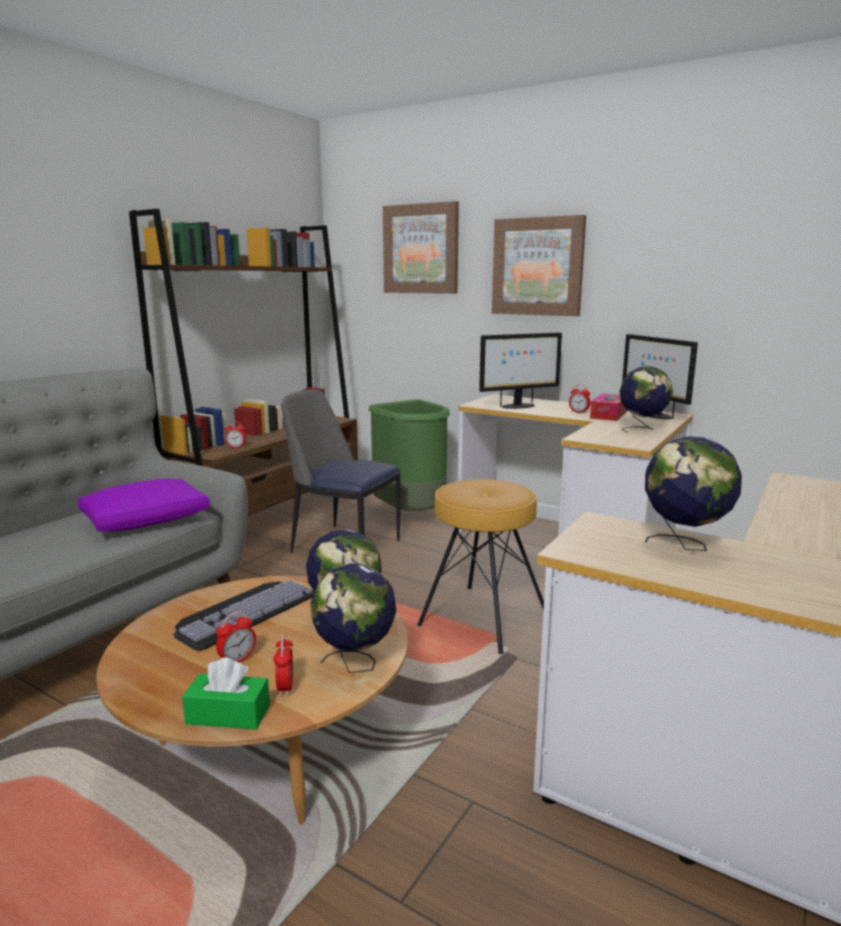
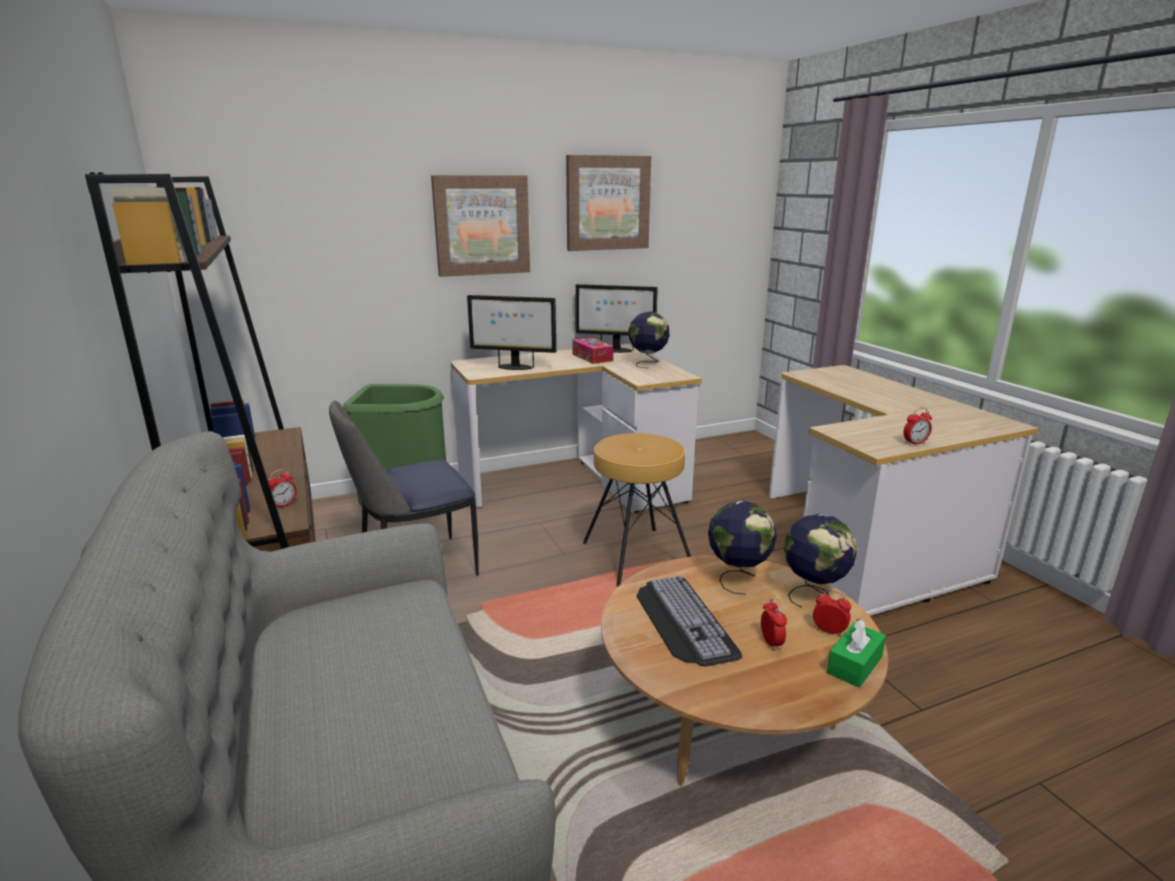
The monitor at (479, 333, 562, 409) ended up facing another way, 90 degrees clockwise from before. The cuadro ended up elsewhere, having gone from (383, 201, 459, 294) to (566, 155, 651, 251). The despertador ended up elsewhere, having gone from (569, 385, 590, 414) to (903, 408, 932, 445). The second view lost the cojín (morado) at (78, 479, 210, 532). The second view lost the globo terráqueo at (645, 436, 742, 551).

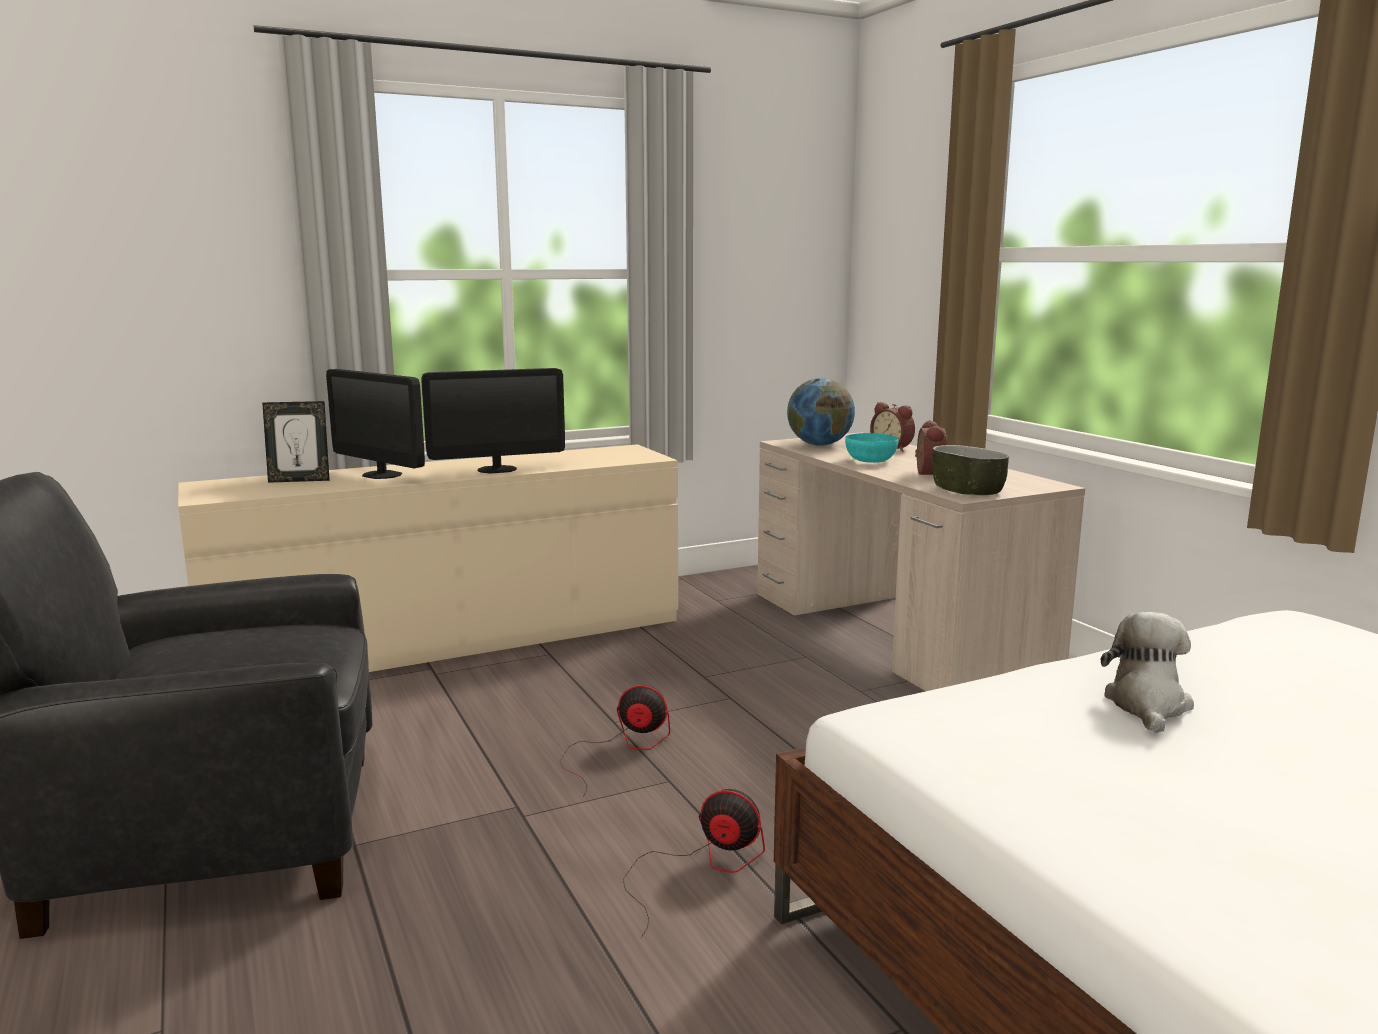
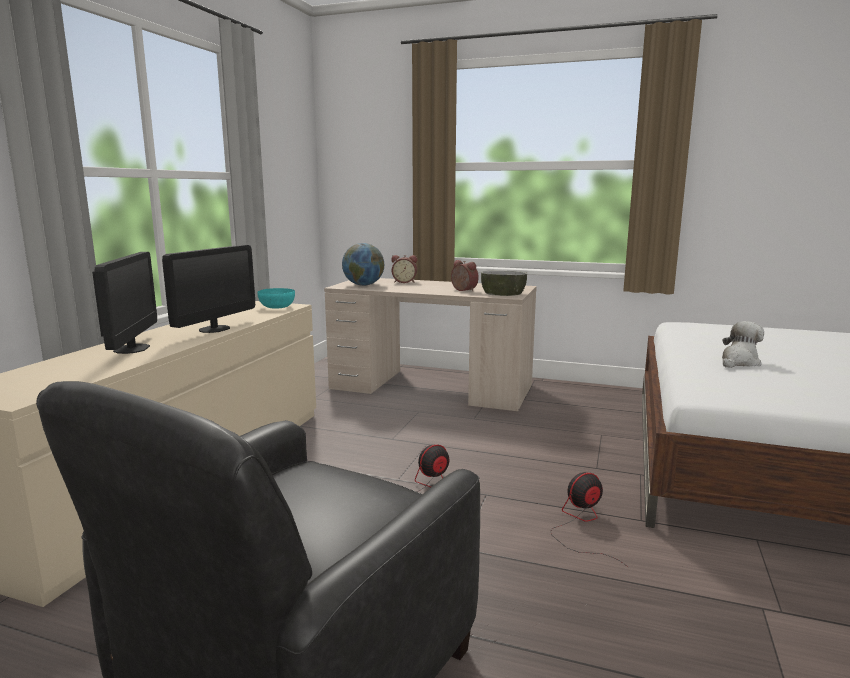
The monitor at (326, 369, 425, 479) ended up facing another way, 90 degrees counterclockwise from before. The cuenco (turquesa) ended up elsewhere, having gone from (845, 433, 898, 463) to (257, 288, 295, 309). The peluche at (1101, 612, 1194, 733) ended up facing another way, 75 degrees clockwise from before. The second view lost the portarretratos at (262, 401, 330, 483).

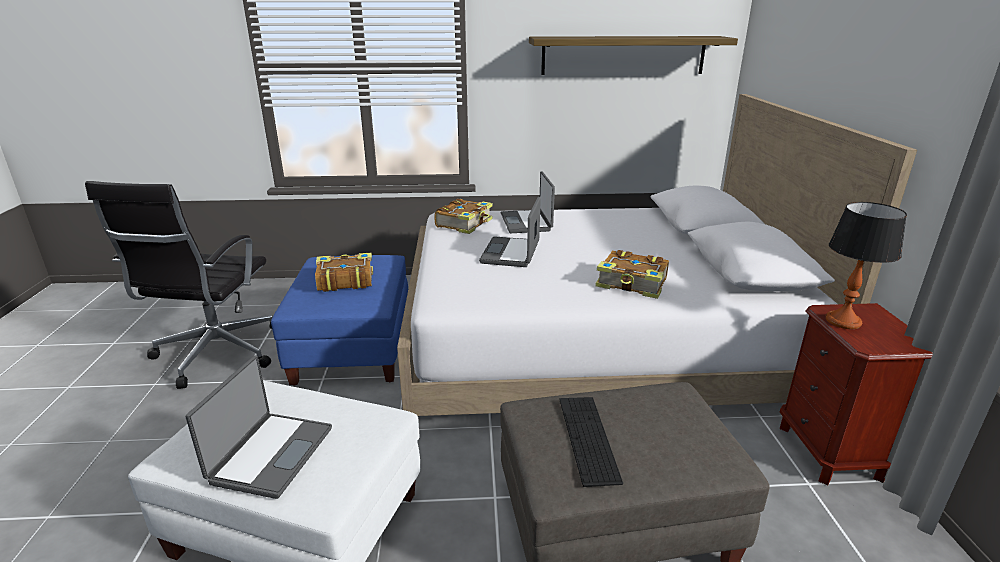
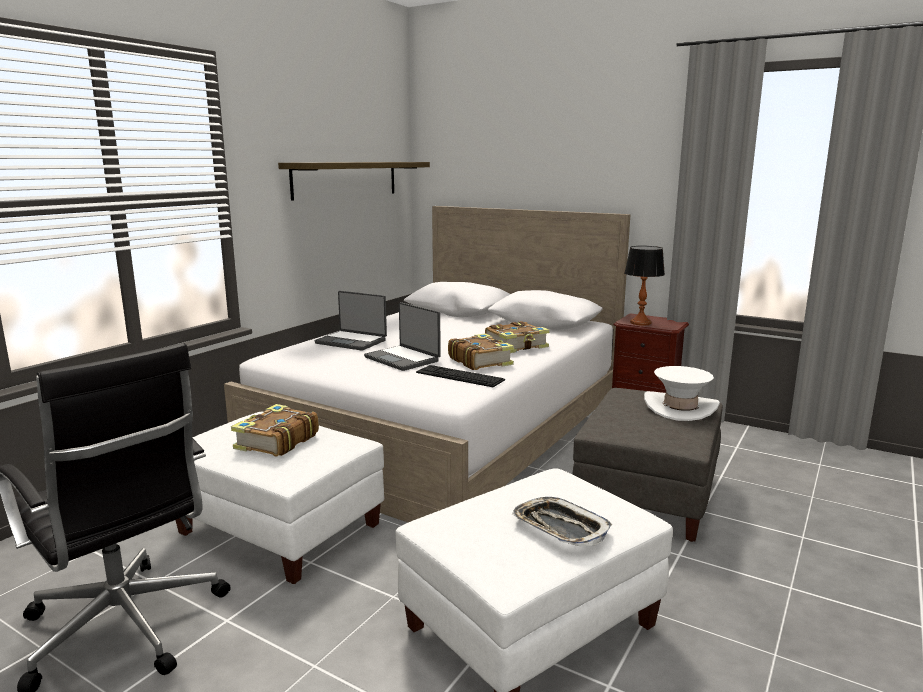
What was the puf (azul) at (271, 255, 408, 386) turned into the puf (blanco) at (176, 411, 384, 584). The teclado ended up elsewhere, having gone from (560, 397, 623, 487) to (416, 365, 505, 387). The libro ended up elsewhere, having gone from (434, 199, 493, 234) to (448, 333, 514, 370). Where the portátil stood at (186, 356, 332, 499), the bandeja came to stand at (512, 497, 612, 546). The second view gained the sombrero (blanco) at (644, 366, 720, 421).

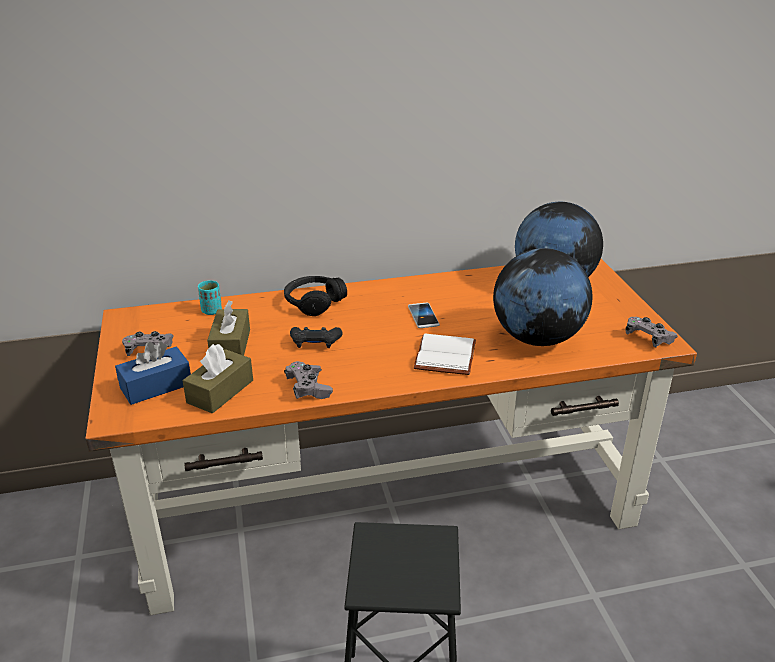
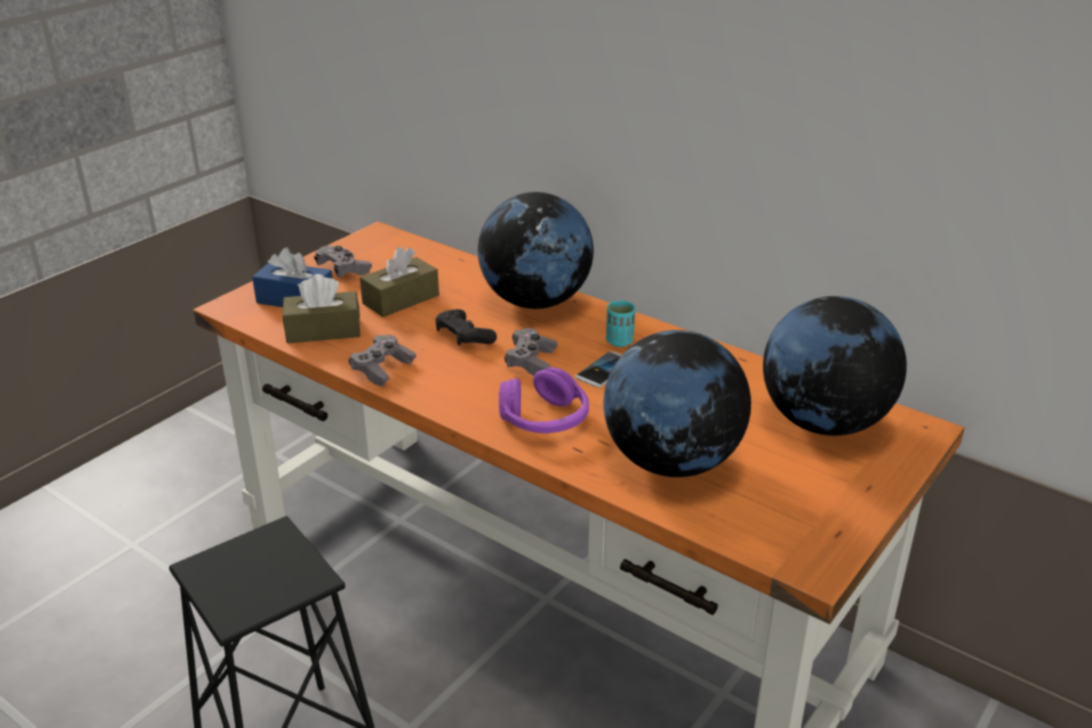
Where the auriculares (negro) stood at (284, 276, 347, 316), the globo terráqueo came to stand at (478, 192, 594, 309). Where the libro (blanco) stood at (414, 333, 476, 375), the auriculares (morado) came to stand at (499, 367, 589, 434). The mando de consola (gris) ended up elsewhere, having gone from (625, 317, 678, 347) to (504, 328, 558, 375). The taza (turquesa) ended up elsewhere, having gone from (198, 280, 222, 315) to (606, 300, 635, 347).

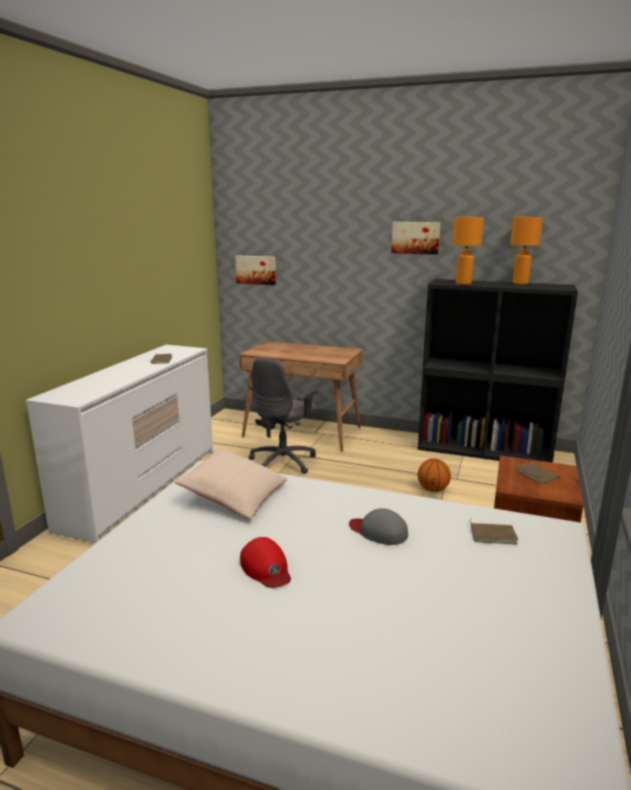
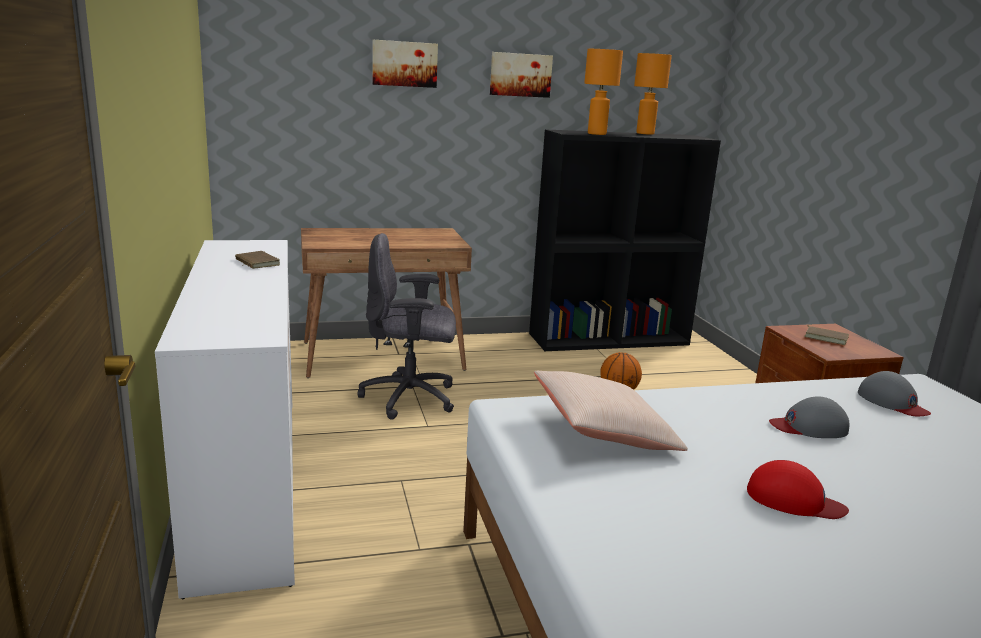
The silla de oficina (gris) at (249, 357, 318, 474) ended up facing another way, 90 degrees clockwise from before. The cuadro ended up elsewhere, having gone from (235, 255, 276, 285) to (372, 40, 438, 88). Where the libro (marrón) stood at (469, 519, 518, 545), the gorra (gris) came to stand at (858, 371, 931, 416).

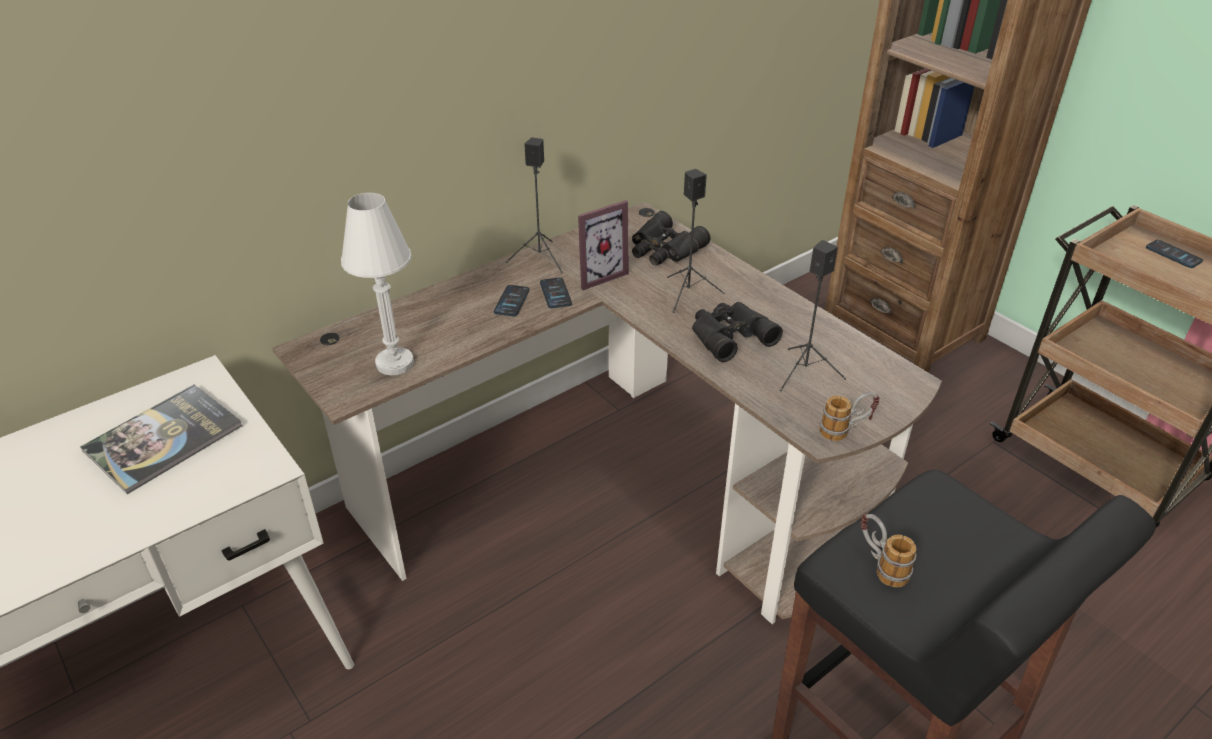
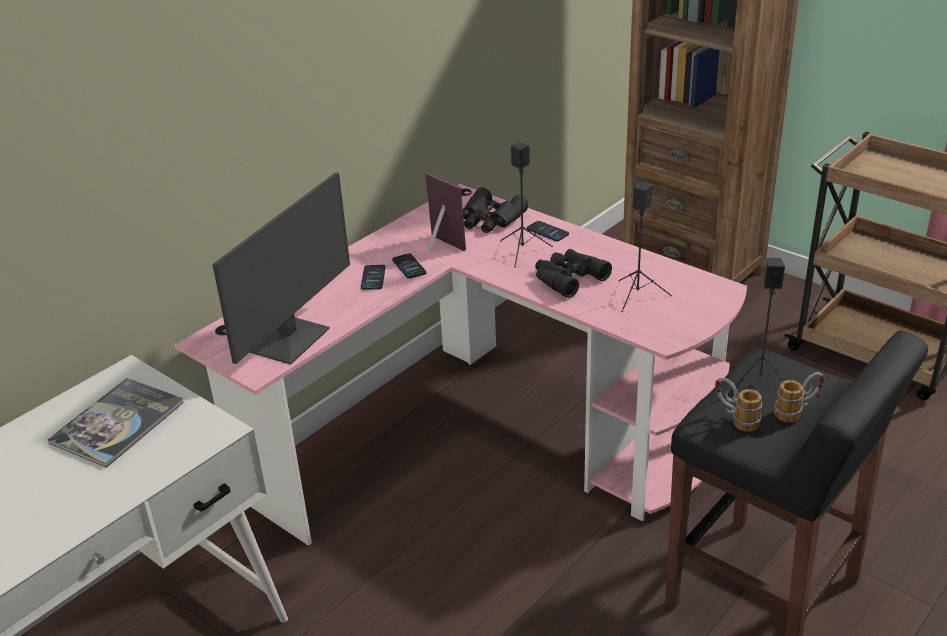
What was the escritorio (marrón) at (272, 202, 942, 624) turned into the escritorio (rosa) at (174, 184, 747, 546). Where the lámpara de mesa (blanco) stood at (341, 193, 414, 375), the monitor came to stand at (212, 172, 350, 365). The portarretratos at (578, 200, 628, 290) ended up facing another way, 90 degrees counterclockwise from before. The móvil ended up elsewhere, having gone from (1146, 240, 1203, 268) to (526, 221, 569, 241). The altavoz (negro) ended up elsewhere, having gone from (506, 137, 562, 273) to (728, 258, 785, 394). The taza grande ended up elsewhere, having gone from (819, 392, 880, 441) to (774, 372, 825, 422).

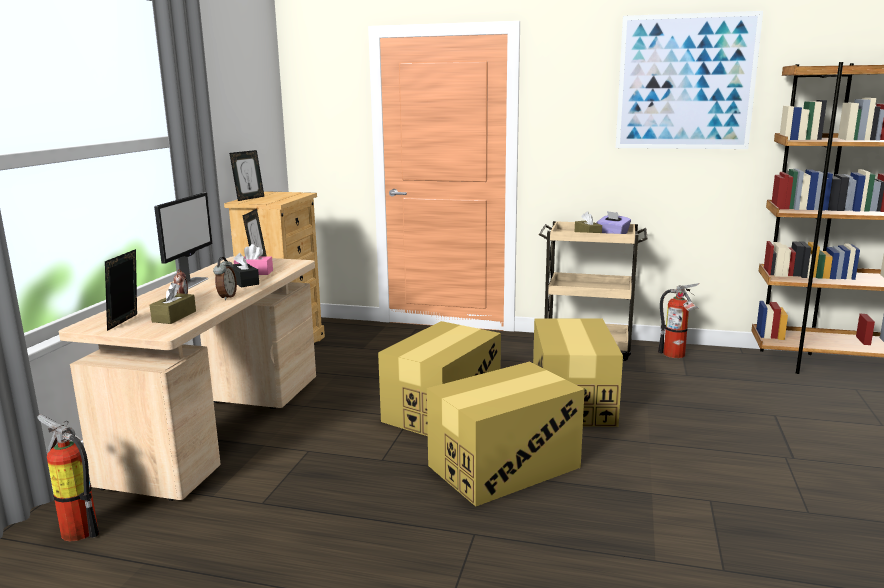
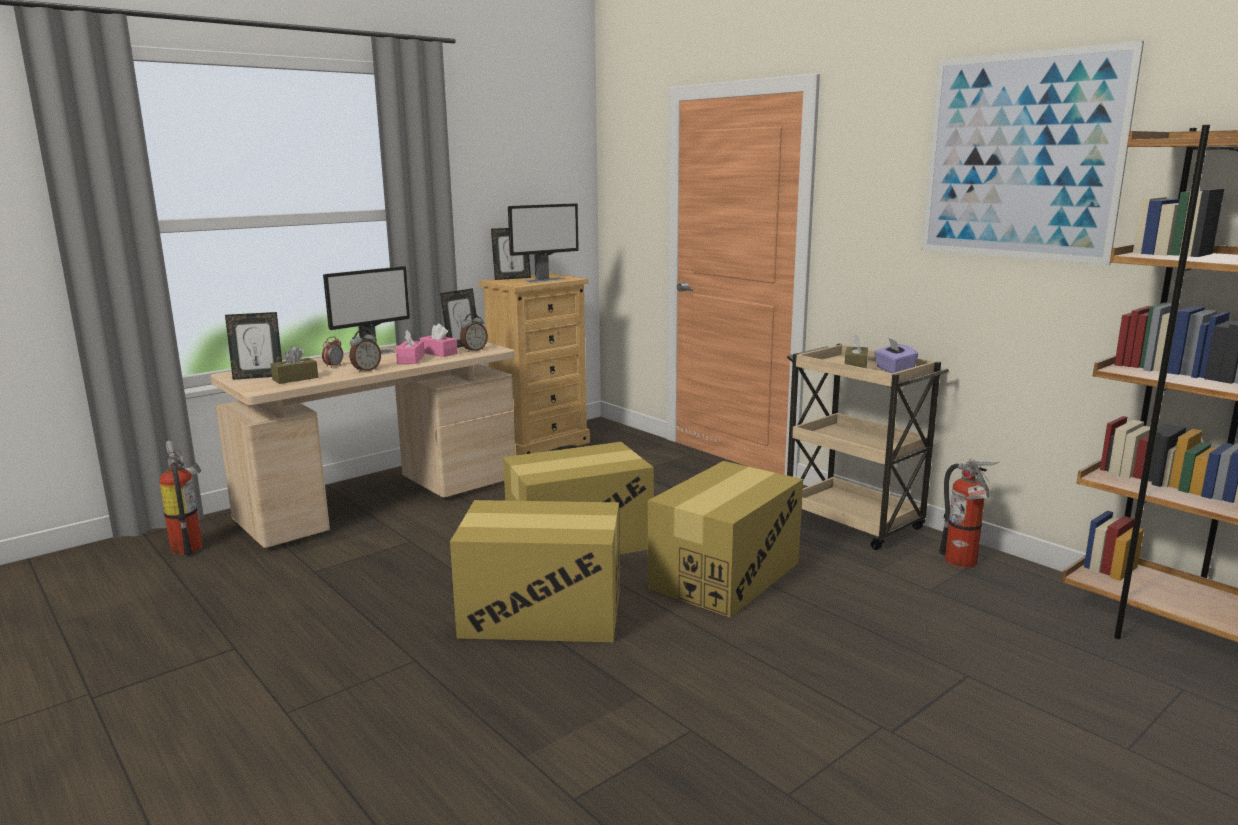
The portarretratos at (105, 249, 137, 331) ended up facing another way, 150 degrees counterclockwise from before. What was the caja de pañuelos (negro) at (232, 253, 259, 287) turned into the caja de pañuelos (rosa) at (396, 330, 424, 364). The second view gained the despertador at (460, 313, 488, 352). The second view gained the monitor at (508, 203, 579, 283).

